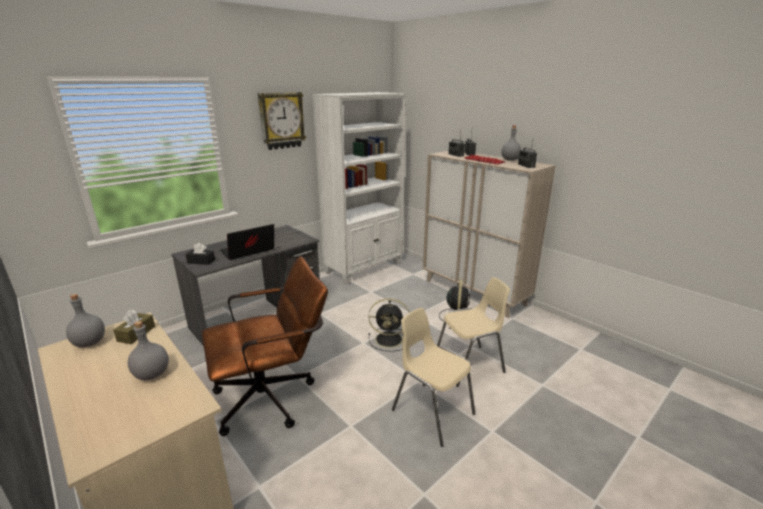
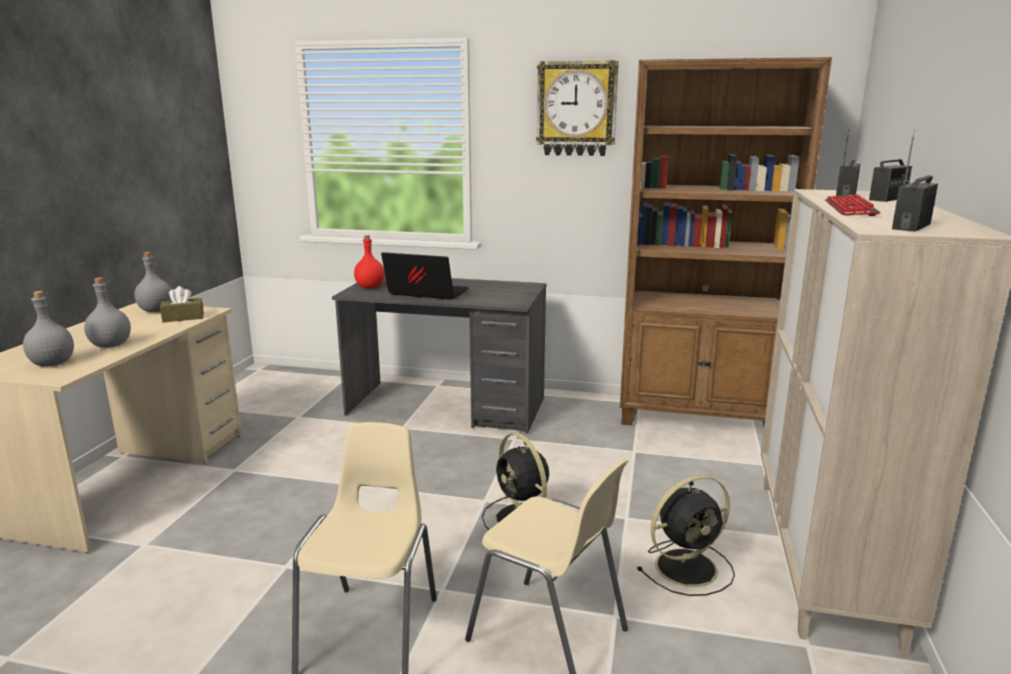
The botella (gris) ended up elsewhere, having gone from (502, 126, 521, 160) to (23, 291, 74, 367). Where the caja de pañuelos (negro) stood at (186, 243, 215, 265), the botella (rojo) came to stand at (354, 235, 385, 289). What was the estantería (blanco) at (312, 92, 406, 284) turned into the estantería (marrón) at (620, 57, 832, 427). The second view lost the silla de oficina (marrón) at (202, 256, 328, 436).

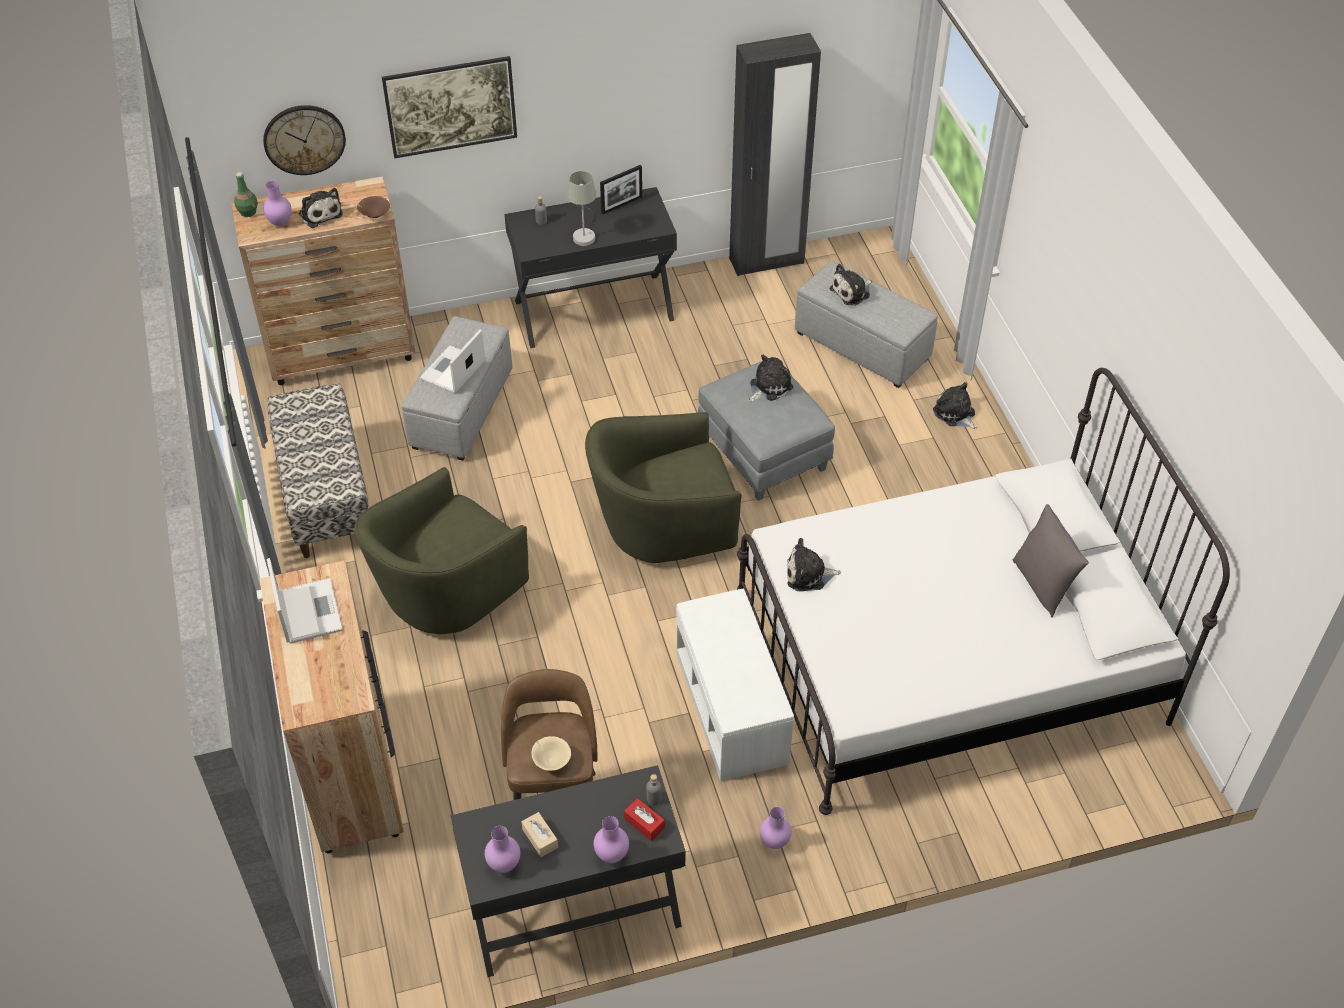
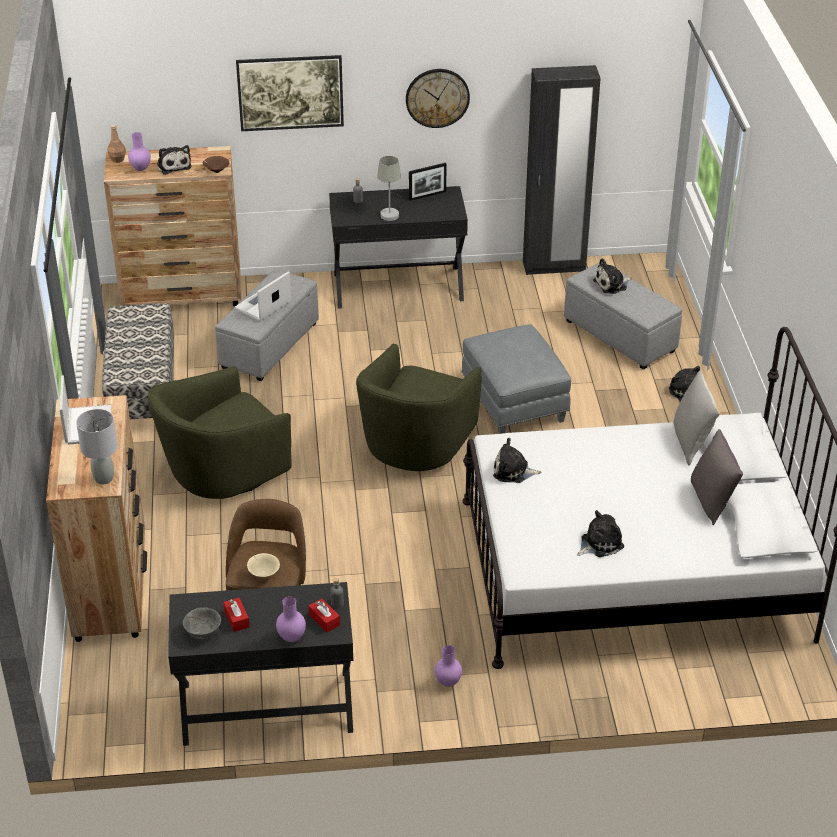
The second view gained the lámpara de mesa (gris) at (76, 409, 118, 484). What was the botella (verde) at (234, 172, 258, 217) turned into the botella (marrón) at (107, 124, 126, 163). Where the florero (morado) stood at (485, 826, 520, 873), the cuenco (gris) came to stand at (183, 608, 221, 639). What was the caja de pañuelos (beis) at (522, 812, 558, 857) turned into the caja de pañuelos (rojo) at (223, 598, 250, 632). The sillón (verde) at (585, 412, 741, 563) ended up facing another way, 60 degrees counterclockwise from before. The reloj de pared ended up elsewhere, having gone from (263, 105, 346, 175) to (406, 69, 470, 128). The peluche ended up elsewhere, having gone from (749, 355, 793, 402) to (577, 510, 624, 557). The second view gained the cojín (gris) at (673, 369, 720, 466). The second view lost the banco (blanco) at (676, 589, 794, 782).

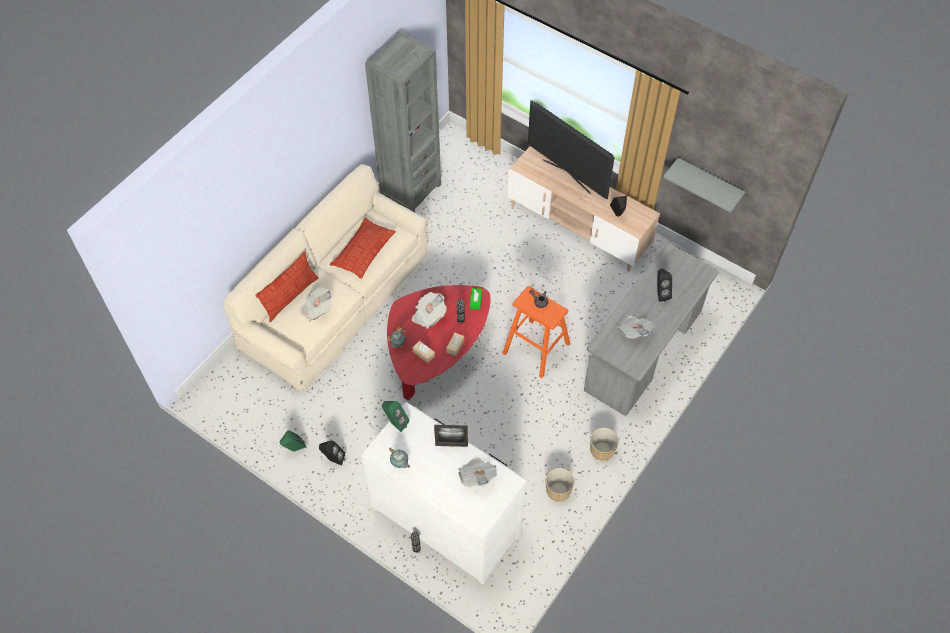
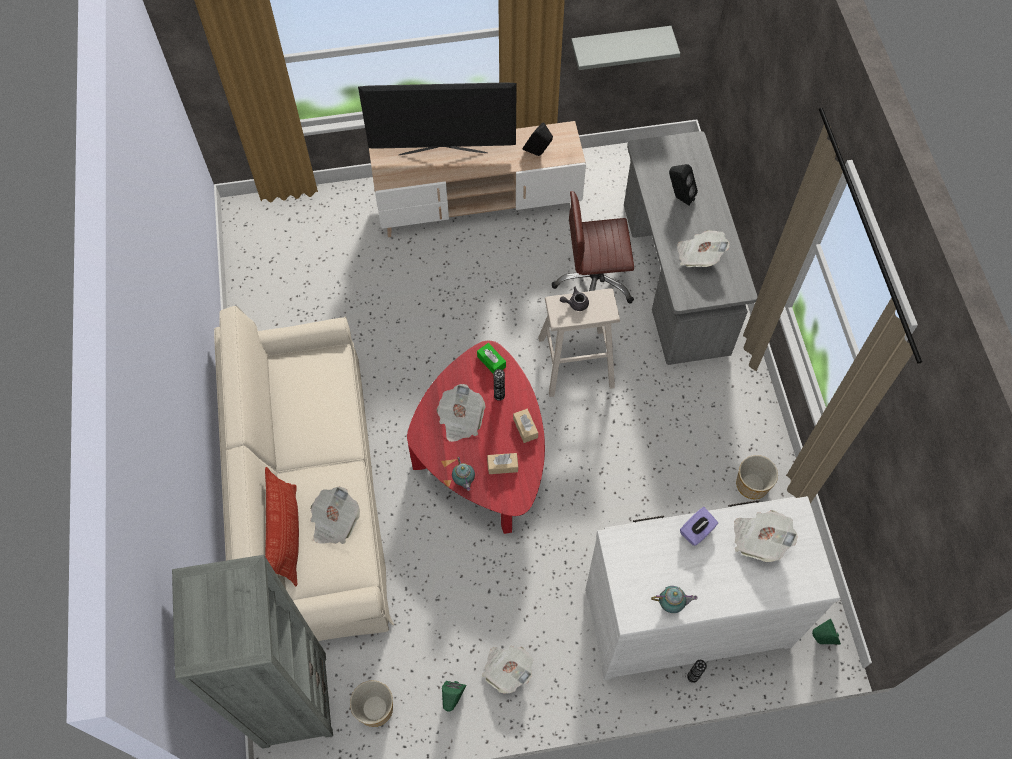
The estantería (gris) ended up elsewhere, having gone from (365, 31, 441, 212) to (172, 555, 333, 749). The maceta ended up elsewhere, having gone from (590, 427, 619, 460) to (350, 680, 393, 727). Where the altavoz (negro) stood at (319, 440, 345, 466), the periódico came to stand at (482, 646, 534, 693). What was the taburete (naranja) at (502, 286, 570, 378) turned into the taburete (beis) at (538, 288, 620, 397). The second view gained the silla de oficina (marrón) at (552, 191, 634, 304). Where the portarretratos stood at (434, 425, 468, 447), the caja de pañuelos (morado) came to stand at (680, 507, 718, 546). The altavoz (verde) ended up elsewhere, having gone from (382, 401, 409, 432) to (812, 619, 841, 644). The second view lost the cojín at (330, 217, 396, 279).

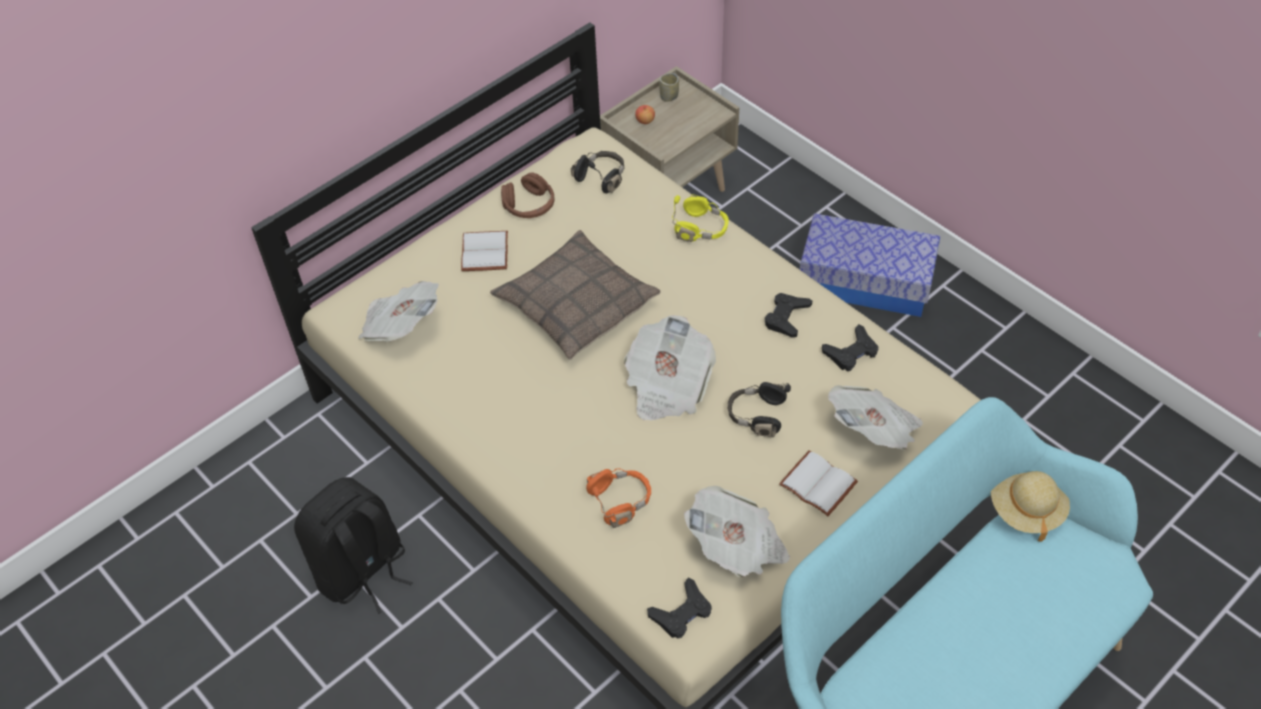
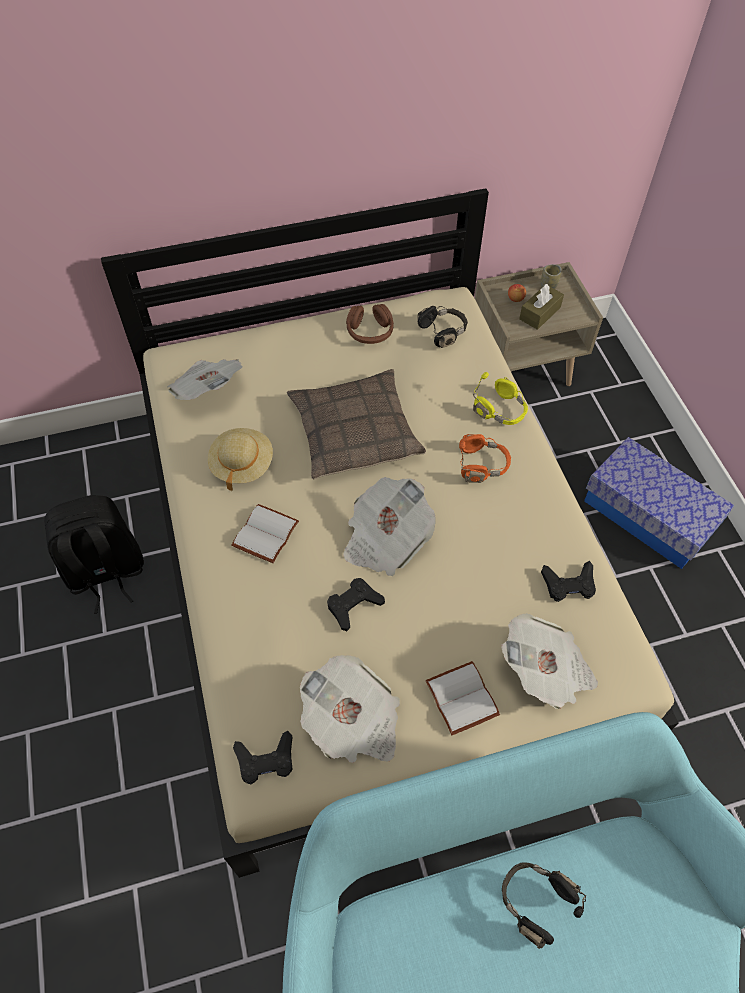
The sombrero (beis) ended up elsewhere, having gone from (991, 471, 1070, 542) to (208, 428, 273, 491). The libro (blanco) ended up elsewhere, having gone from (461, 231, 508, 271) to (231, 504, 299, 563). The mando de consola (negro) ended up elsewhere, having gone from (765, 293, 813, 337) to (327, 578, 385, 631). The auriculares (naranja) ended up elsewhere, having gone from (586, 468, 651, 528) to (459, 434, 511, 483). The auriculares (negro) ended up elsewhere, having gone from (728, 382, 791, 437) to (502, 862, 586, 949). The second view gained the caja de pañuelos (marrón) at (519, 284, 564, 330).

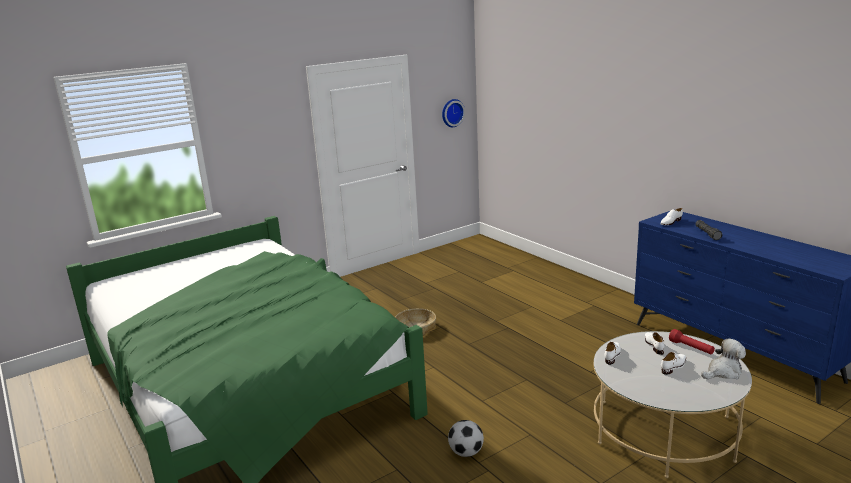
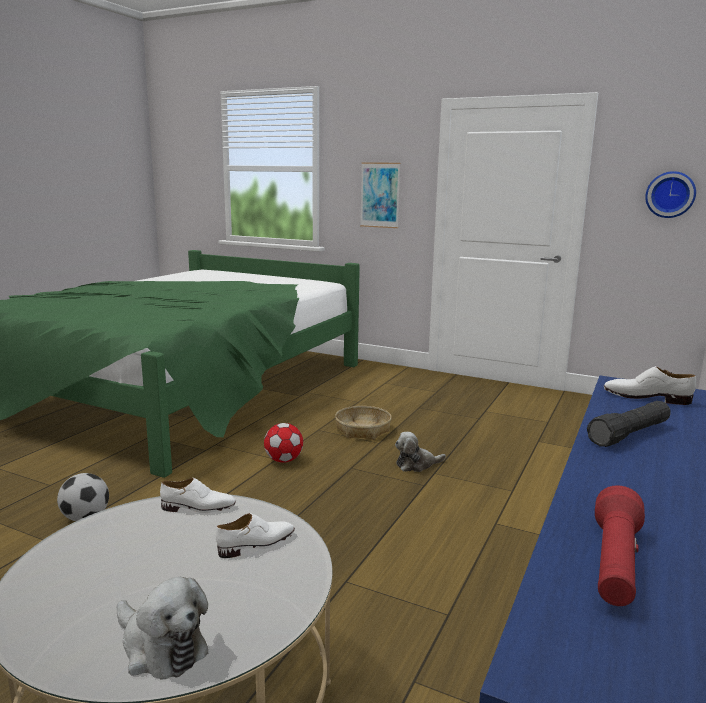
The second view gained the balón de fútbol at (264, 423, 303, 463). The second view gained the cuadro at (360, 162, 400, 228). The second view gained the peluche at (395, 432, 446, 472). The linterna (rojo) ended up elsewhere, having gone from (669, 329, 715, 354) to (595, 485, 645, 606). The second view lost the zapato (blanco) at (661, 352, 686, 375).

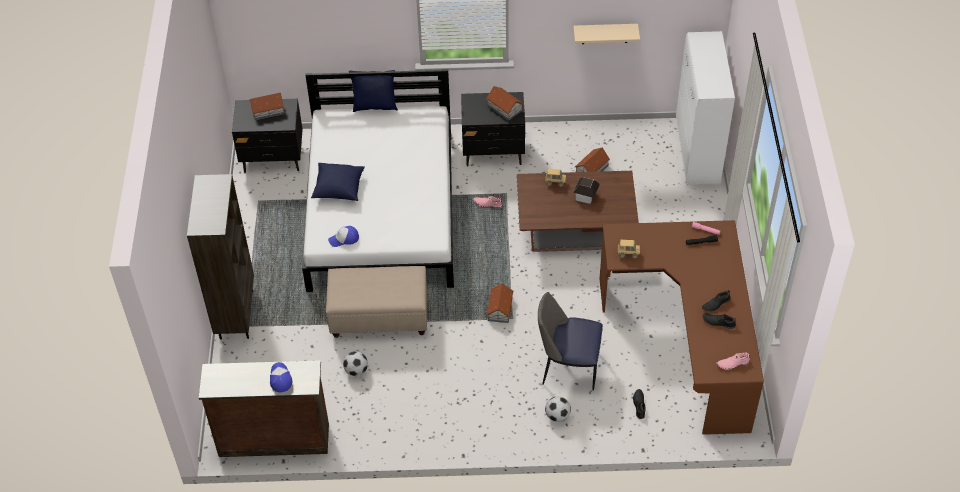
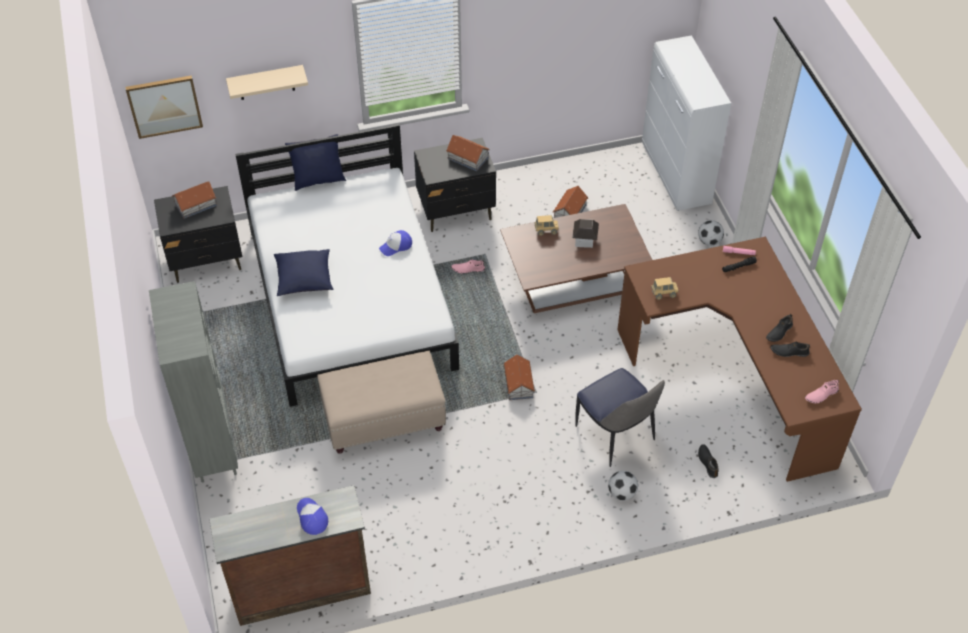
The second view gained the cuadro at (125, 75, 203, 139). What was the estantería (marrón) at (187, 174, 254, 340) turned into the estantería (gris) at (149, 281, 238, 483). The estante (beis) ended up elsewhere, having gone from (573, 24, 640, 44) to (226, 65, 308, 100). The gorra ended up elsewhere, having gone from (328, 226, 359, 247) to (379, 230, 412, 256). The silla at (538, 292, 603, 390) ended up facing another way, 120 degrees counterclockwise from before. The balón de fútbol ended up elsewhere, having gone from (343, 351, 368, 376) to (698, 220, 724, 246).

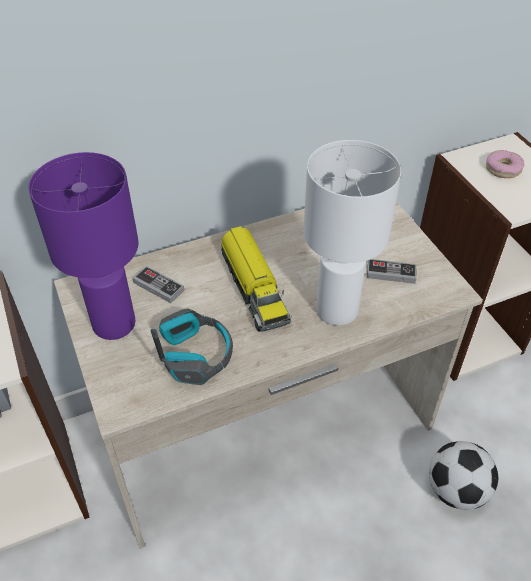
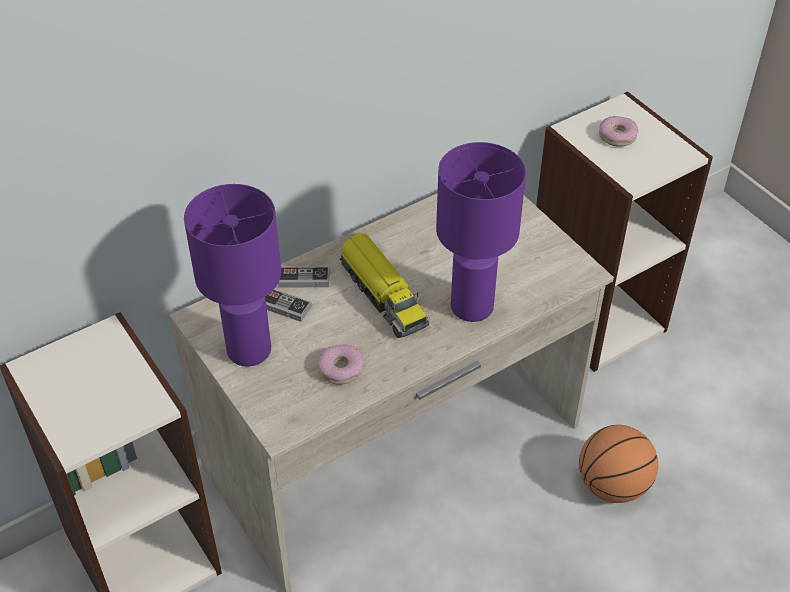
The mando de consola ended up elsewhere, having gone from (367, 259, 417, 284) to (278, 266, 330, 288). Where the auriculares stood at (150, 309, 233, 385), the rosquilla came to stand at (318, 344, 363, 385). What was the lámpara de mesa (blanco) at (303, 140, 401, 326) turned into the lámpara de mesa (morado) at (436, 142, 526, 322). Where the balón de fútbol stood at (429, 441, 498, 510), the balón de baloncesto came to stand at (579, 425, 658, 503).

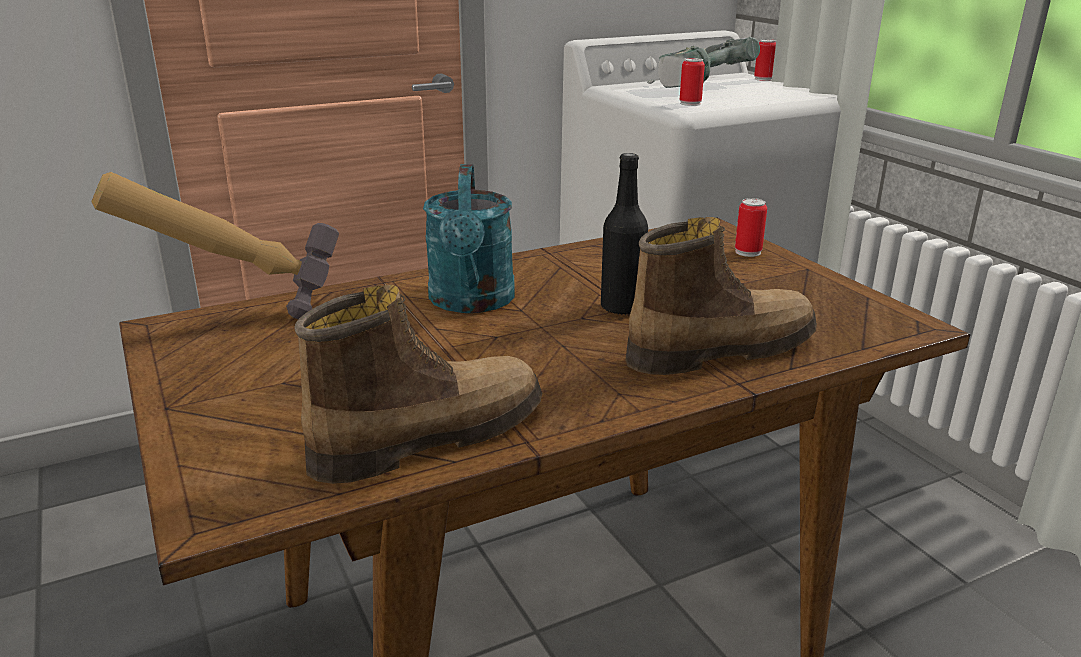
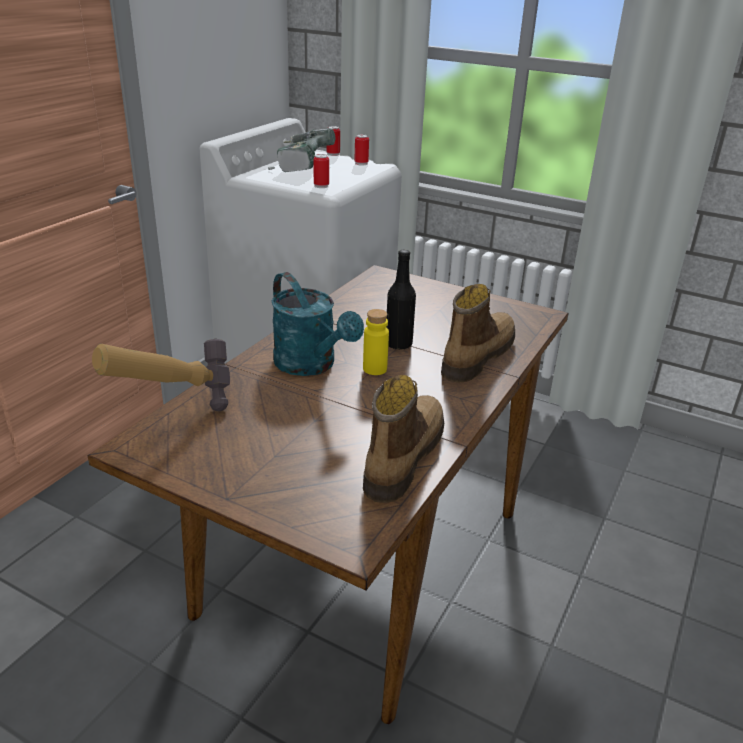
The lata ended up elsewhere, having gone from (735, 198, 767, 257) to (354, 134, 369, 165). The second view gained the botella (amarillo) at (363, 309, 389, 375).

